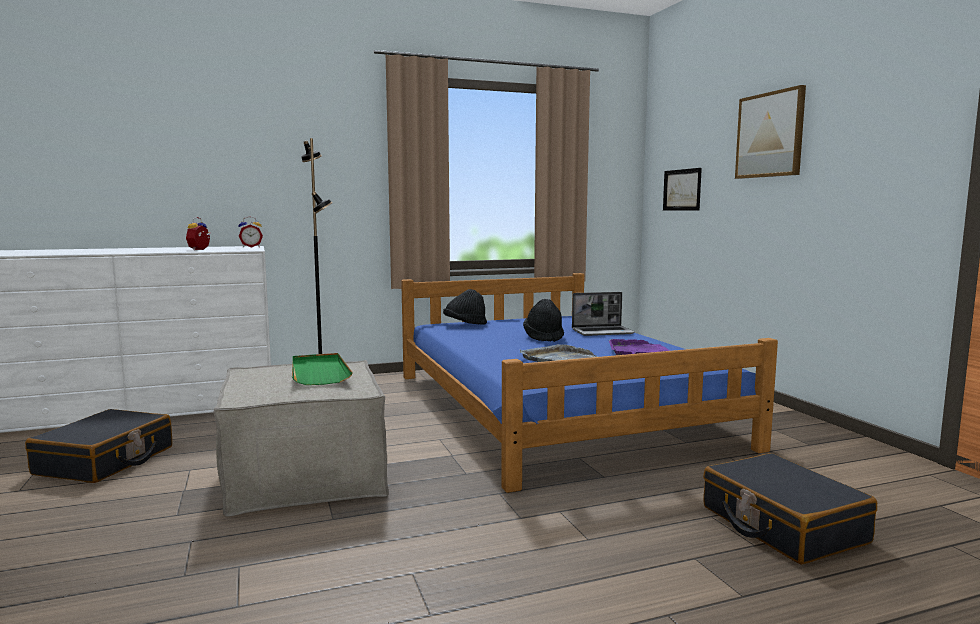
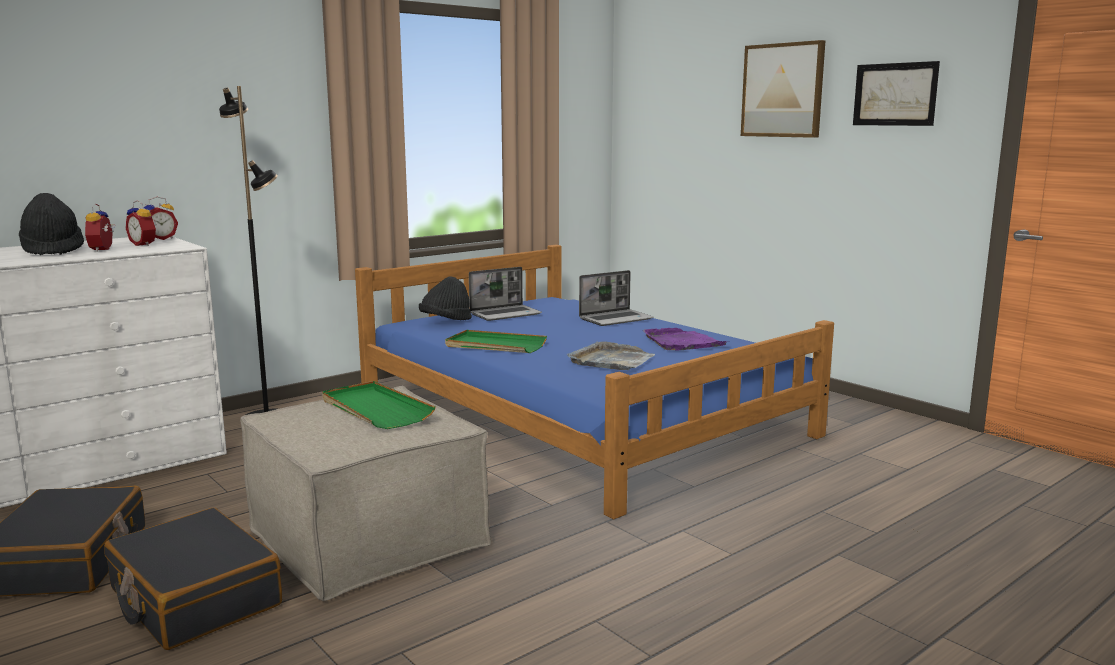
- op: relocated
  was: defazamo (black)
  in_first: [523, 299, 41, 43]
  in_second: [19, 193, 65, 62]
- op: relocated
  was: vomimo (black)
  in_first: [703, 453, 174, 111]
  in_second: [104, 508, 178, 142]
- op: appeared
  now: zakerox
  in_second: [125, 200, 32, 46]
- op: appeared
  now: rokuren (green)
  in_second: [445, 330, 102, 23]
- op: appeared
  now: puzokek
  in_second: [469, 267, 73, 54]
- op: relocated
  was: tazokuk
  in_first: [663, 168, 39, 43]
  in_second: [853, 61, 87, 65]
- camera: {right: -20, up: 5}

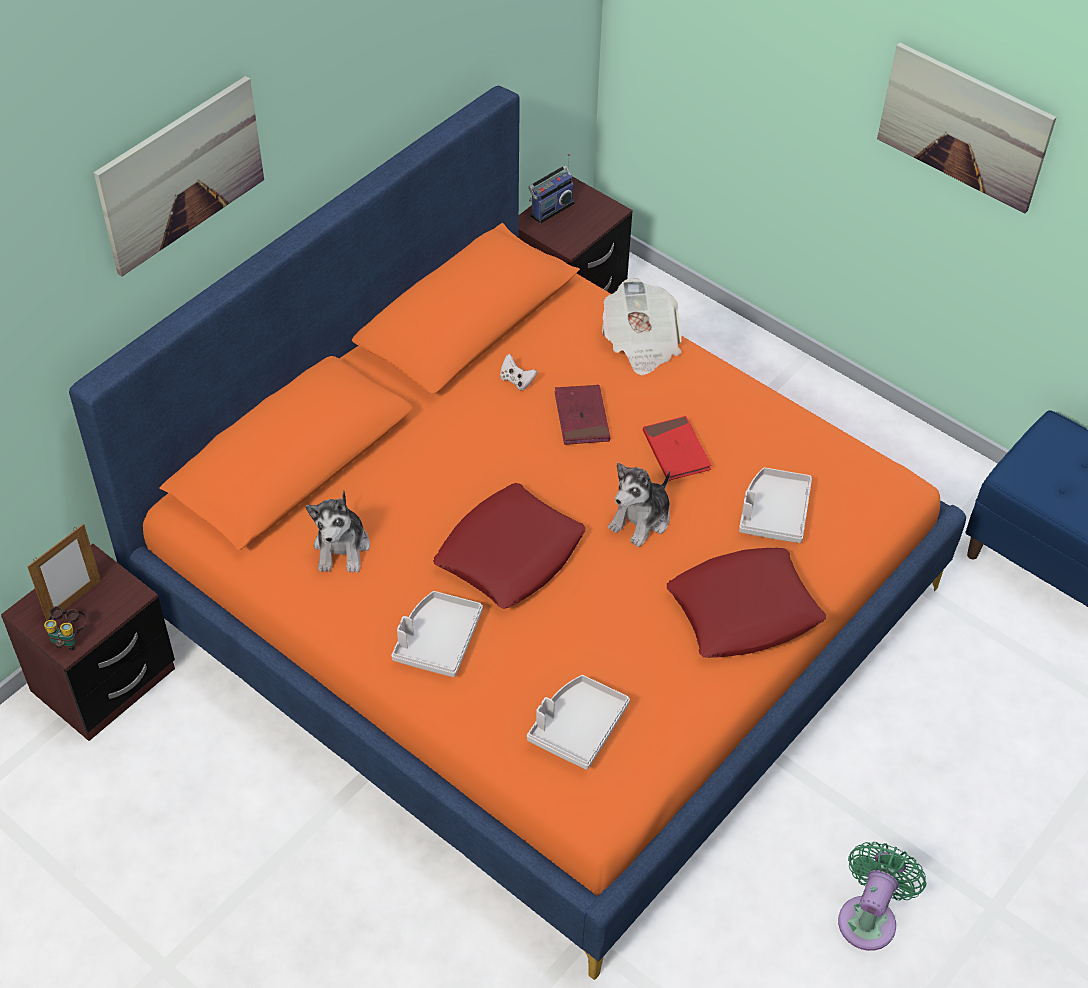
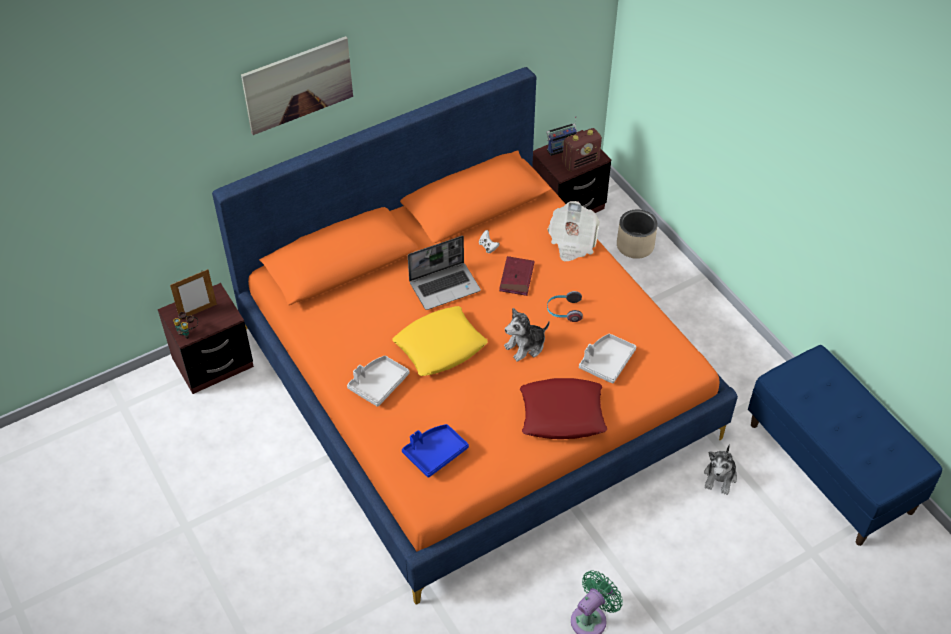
- op: colour
  was: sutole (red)
  now: sutole (yellow)
  in_first: [433, 483, 153, 126]
  in_second: [392, 306, 96, 70]
- op: colour
  was: rokuren (grey)
  now: rokuren (blue)
  in_first: [527, 675, 103, 95]
  in_second: [402, 424, 67, 54]
- op: appeared
  now: puzokek
  in_second: [408, 236, 73, 74]
- op: exchanged
  was: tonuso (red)
  now: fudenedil
  in_first: [643, 416, 68, 65]
  in_second: [547, 291, 36, 31]
- op: appeared
  now: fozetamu
  in_second: [562, 128, 40, 43]
- op: appeared
  now: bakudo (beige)
  in_second: [617, 209, 41, 50]
- op: relocated
  was: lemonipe
  in_first: [306, 490, 64, 83]
  in_second: [704, 444, 33, 51]
- op: missing
  was: tazokuk
  in_first: [877, 43, 180, 171]
- camera: {right: 20, up: 0}

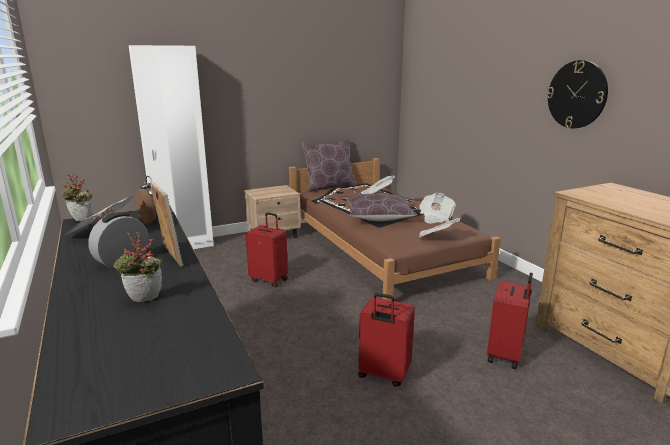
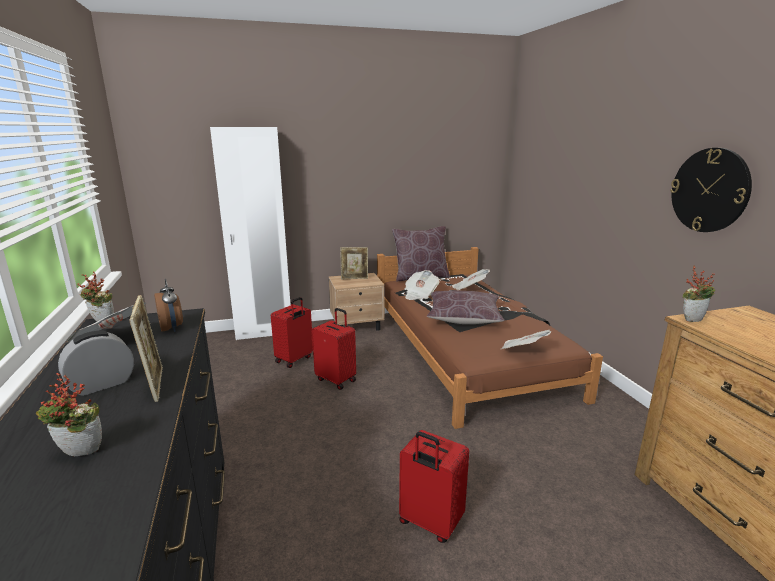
- op: relocated
  was: vomimo (red)
  in_first: [487, 273, 46, 96]
  in_second: [271, 297, 42, 71]
- op: appeared
  now: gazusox
  in_second: [340, 247, 28, 32]
- op: relocated
  was: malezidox
  in_first: [419, 193, 37, 30]
  in_second: [404, 270, 36, 30]
- op: appeared
  now: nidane
  in_second: [683, 266, 32, 56]
- camera: {right: 10, up: 0}

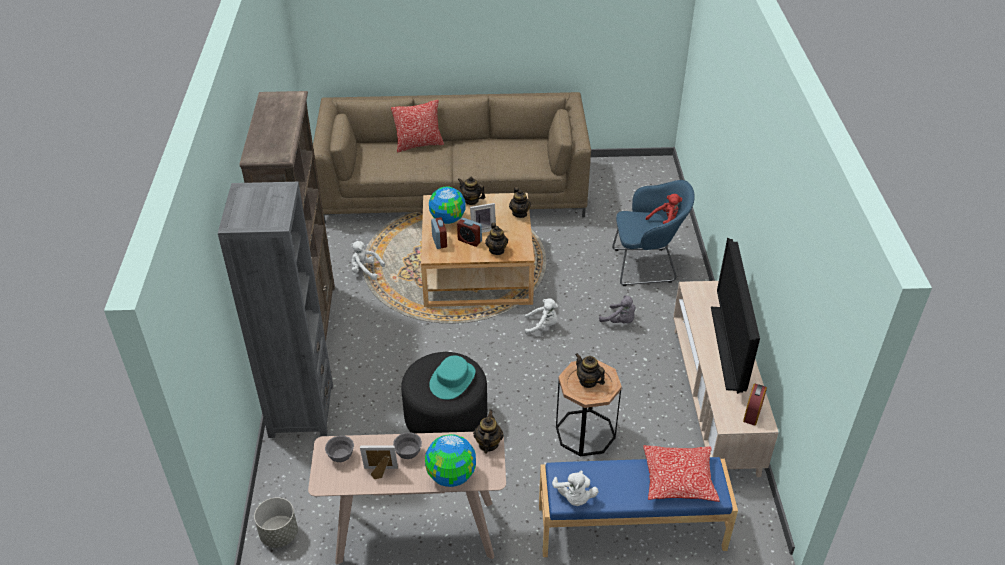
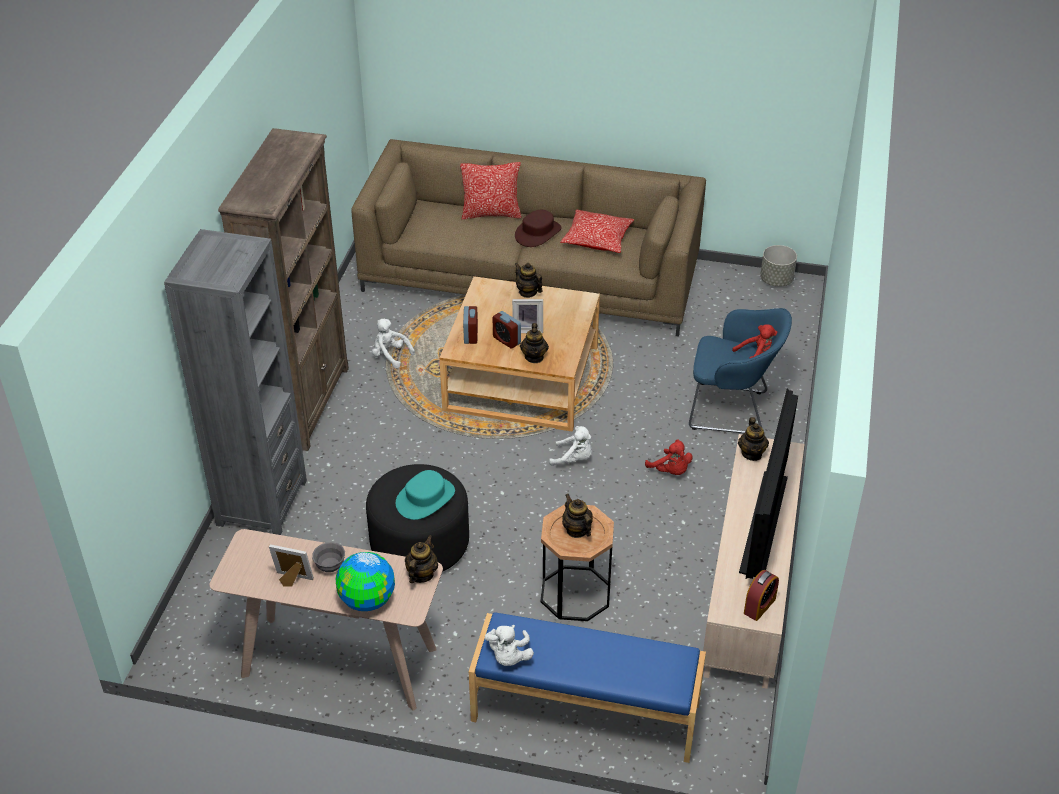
- op: appeared
  now: defazamo (brown)
  in_second: [515, 210, 47, 37]
- op: relocated
  was: sutole
  in_first: [643, 445, 77, 57]
  in_second: [560, 209, 74, 44]
- op: colour
  was: lemonipe (grey)
  now: lemonipe (red)
  in_first: [599, 295, 37, 28]
  in_second: [645, 439, 48, 36]
- op: relocated
  was: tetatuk
  in_first: [509, 187, 22, 31]
  in_second: [738, 417, 31, 44]
- op: relocated
  was: bakudo (grey)
  in_first: [254, 497, 44, 51]
  in_second: [760, 245, 37, 42]
- op: missing
  was: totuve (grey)
  in_first: [325, 436, 29, 26]
- op: missing
  was: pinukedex
  in_first: [429, 187, 37, 37]
- camera: {right: 15, up: 0}

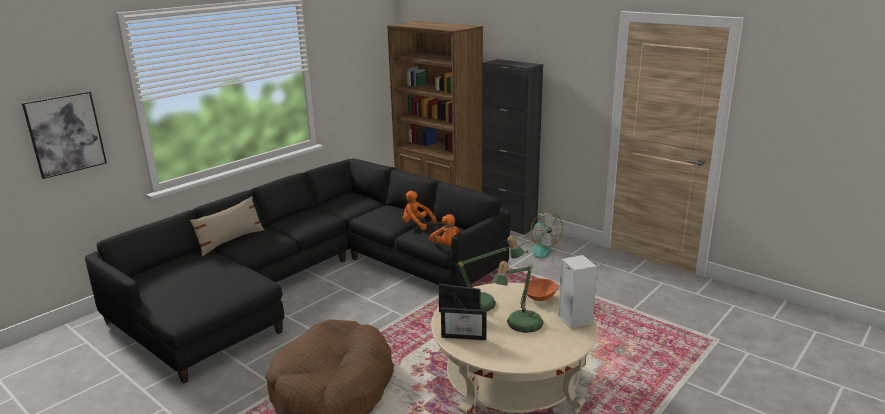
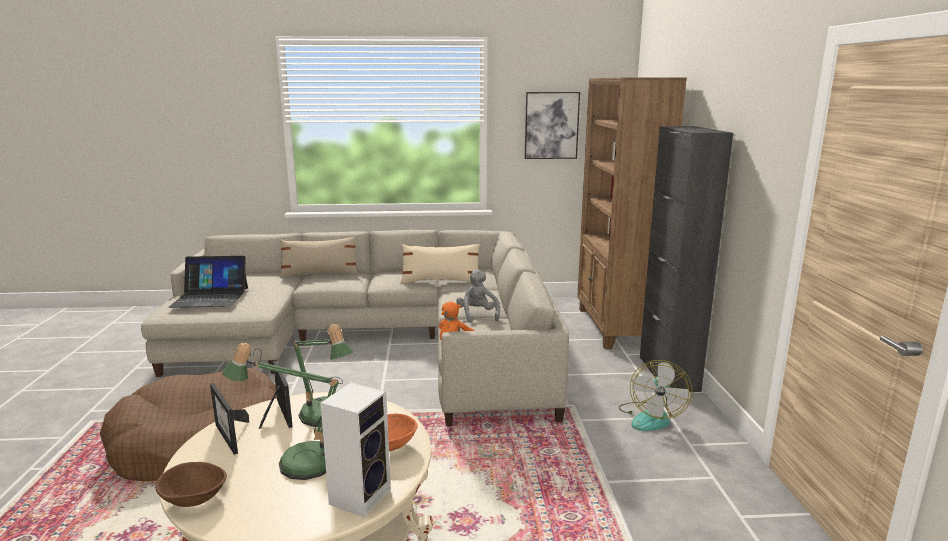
- op: colour
  was: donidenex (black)
  now: donidenex (beige)
  in_first: [85, 158, 426, 226]
  in_second: [141, 230, 428, 196]
- op: appeared
  now: totuve (brown)
  in_second: [155, 462, 72, 45]
- op: appeared
  now: puzokek
  in_second: [168, 256, 80, 52]
- op: appeared
  now: sutole (beige)
  in_second: [401, 244, 79, 40]
- op: colour
  was: lemonipe (orange)
  now: lemonipe (grey)
  in_first: [402, 191, 35, 39]
  in_second: [456, 269, 44, 54]
- op: relocated
  was: tazokuk
  in_first: [22, 91, 85, 88]
  in_second: [525, 92, 55, 67]
- camera: {right: 45, up: -5}

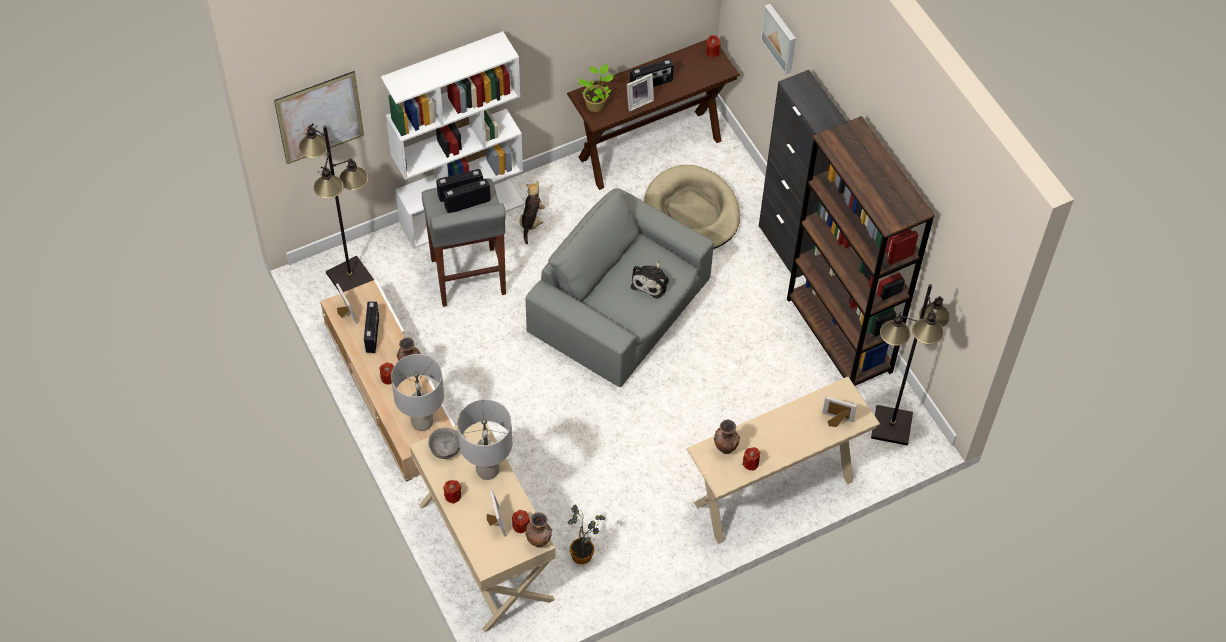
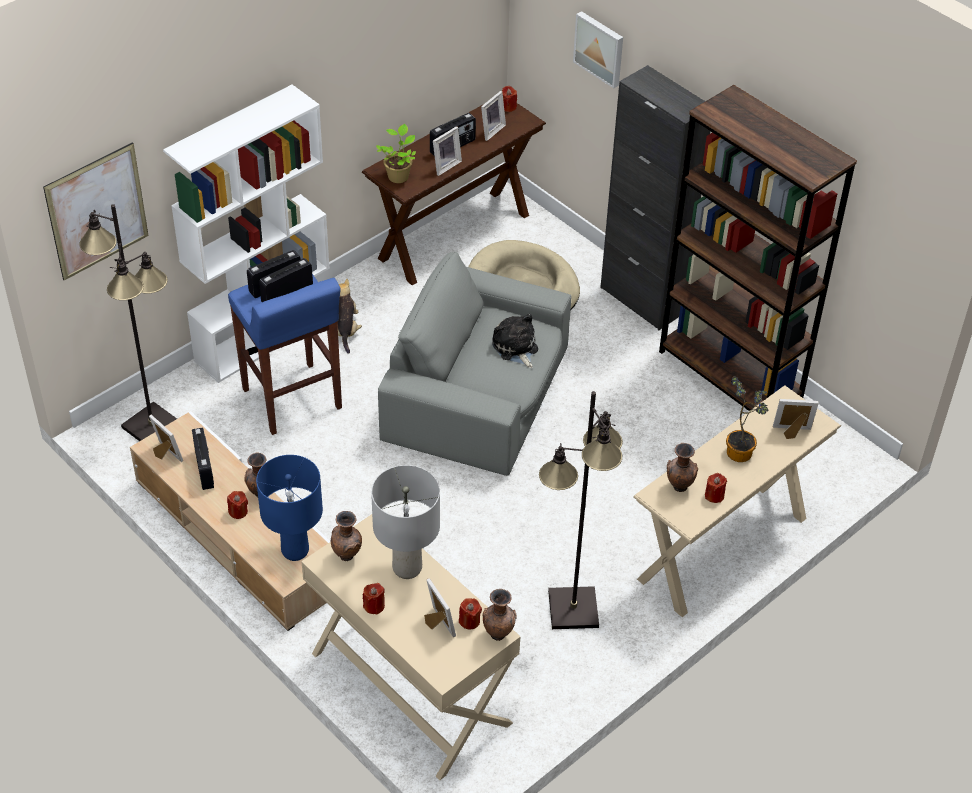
- op: colour
  was: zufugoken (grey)
  now: zufugoken (blue)
  in_first: [422, 179, 84, 128]
  in_second: [228, 274, 114, 161]
- op: colour
  was: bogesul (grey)
  now: bogesul (blue)
  in_first: [391, 354, 53, 77]
  in_second: [256, 455, 67, 106]
- op: exchanged
  was: totuve (grey)
  now: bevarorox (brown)
  in_first: [428, 428, 32, 31]
  in_second: [331, 511, 31, 50]
- op: appeared
  now: gazusox
  in_second: [481, 91, 25, 50]
- op: spun
  was: lemonipe
  in_first: [631, 261, 38, 37]
  in_second: [492, 314, 46, 54]
  clockwise: 150
- op: relocated
  was: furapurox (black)
  in_first: [871, 284, 79, 162]
  in_second: [539, 391, 84, 238]
- op: relocated
  was: nidane
  in_first: [568, 505, 38, 59]
  in_second: [726, 376, 42, 86]
- camera: {right: -15, up: -10}

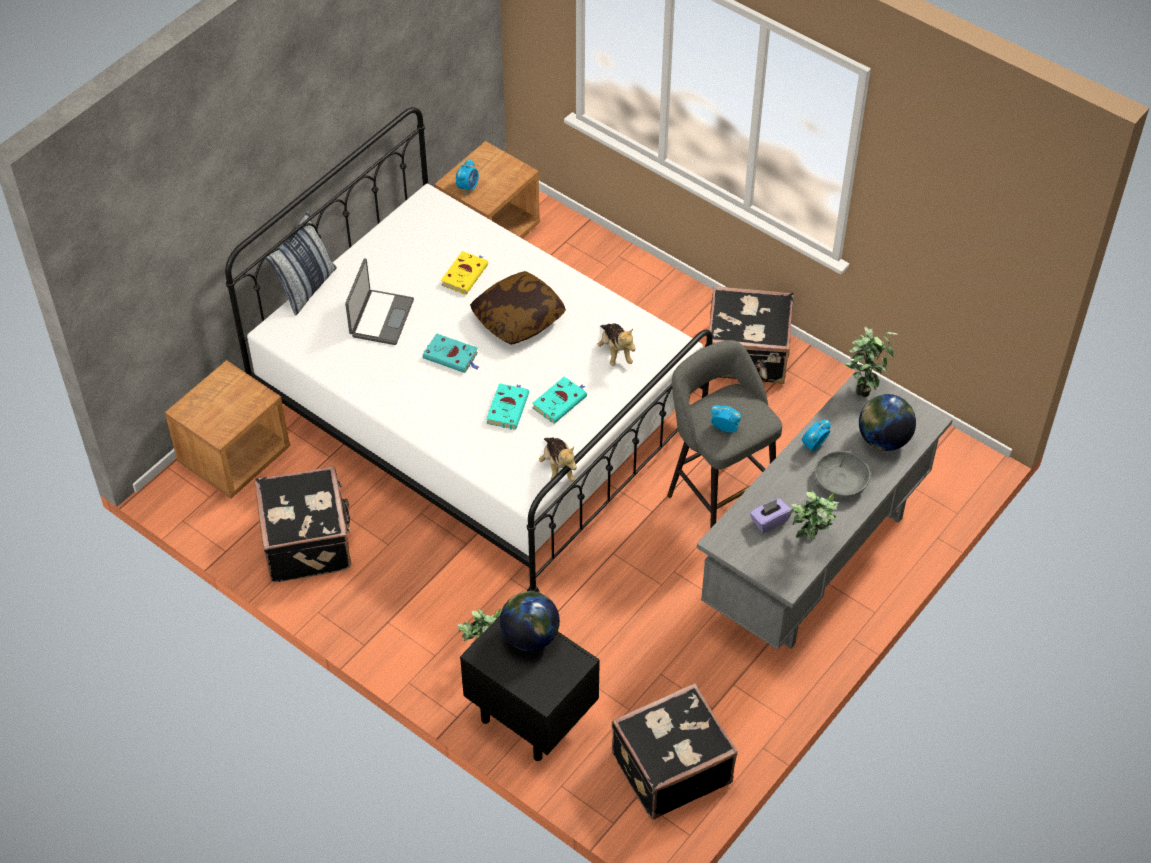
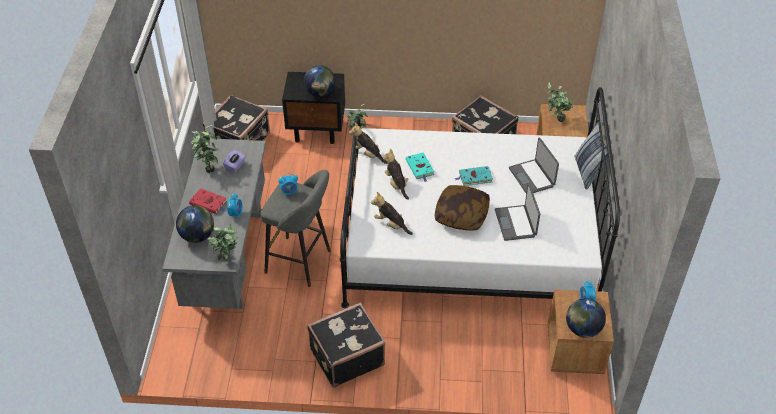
- op: exchanged
  was: totuve (grey)
  now: tonuso (red)
  in_first: [815, 449, 56, 49]
  in_second: [189, 188, 38, 26]
- op: exchanged
  was: tonuso (turquoise)
  now: lemonipe
  in_first: [532, 377, 55, 47]
  in_second: [383, 149, 26, 51]
- op: exchanged
  was: tonuso (yellow)
  now: puzokek
  in_first: [441, 251, 47, 44]
  in_second: [495, 183, 45, 58]
- op: appeared
  now: nidane
  in_second: [548, 83, 26, 39]
- op: appeared
  now: pinukedex
  in_second: [566, 298, 40, 40]
- camera: {right: 145, up: -5}

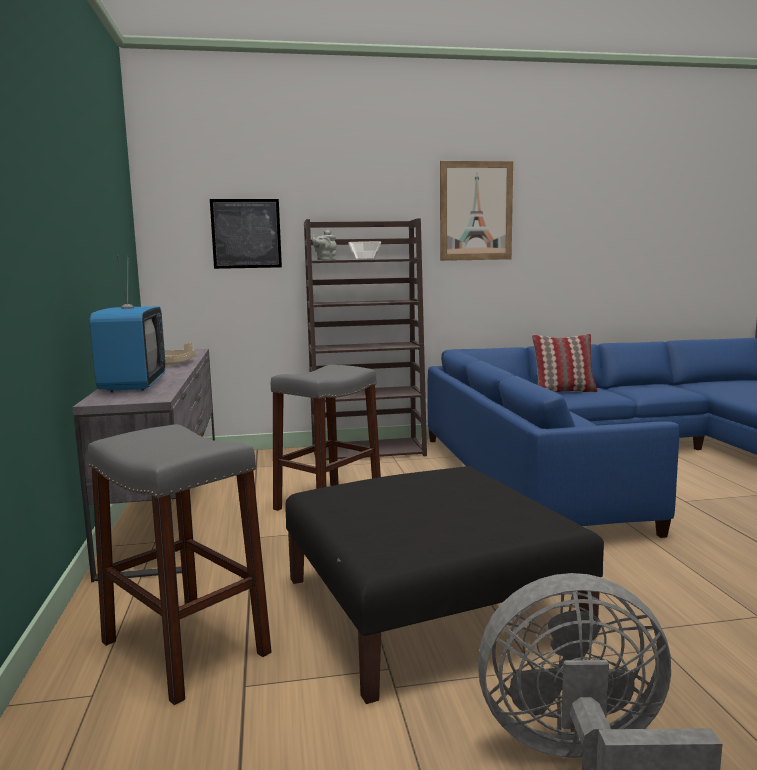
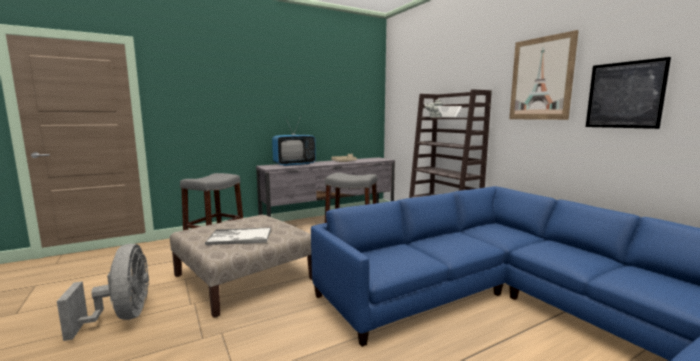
- op: colour
  was: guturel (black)
  now: guturel (beige)
  in_first: [285, 466, 319, 238]
  in_second: [170, 215, 142, 103]
- op: appeared
  now: rokuren
  in_second: [205, 227, 66, 18]
- op: relocated
  was: tazokuk
  in_first: [210, 199, 72, 70]
  in_second: [586, 57, 85, 72]
- op: missing
  was: sutole
  in_first: [532, 334, 65, 58]
- camera: {right: 70, up: 0}

